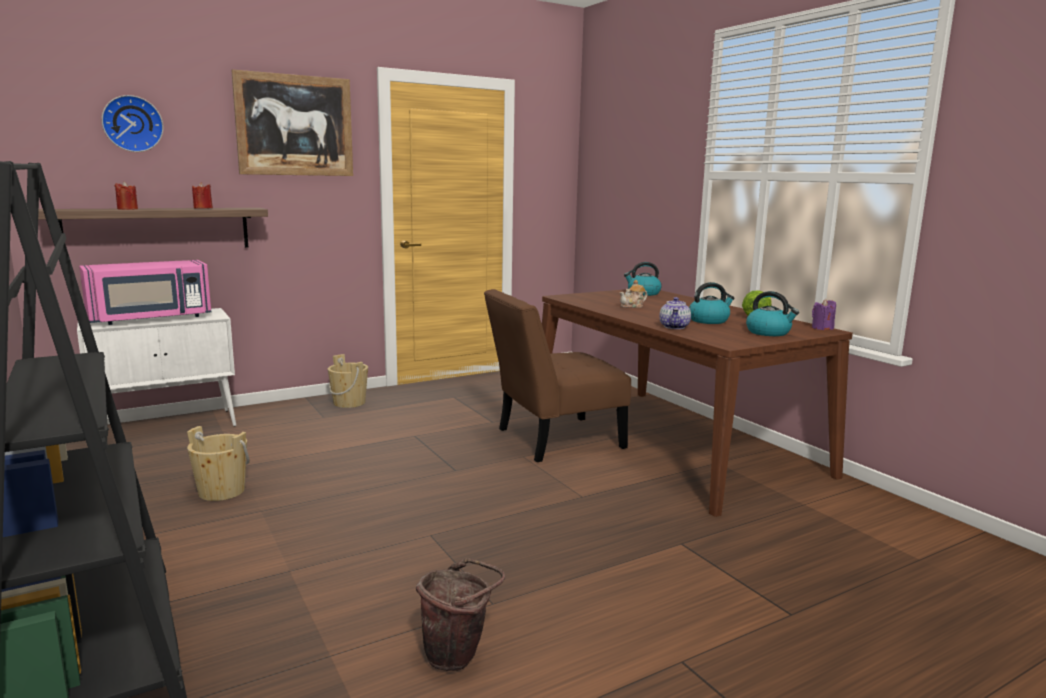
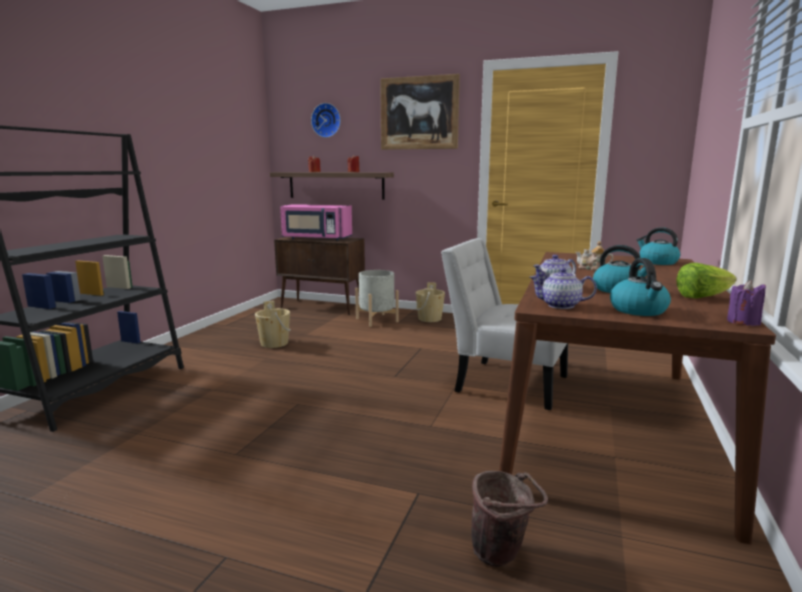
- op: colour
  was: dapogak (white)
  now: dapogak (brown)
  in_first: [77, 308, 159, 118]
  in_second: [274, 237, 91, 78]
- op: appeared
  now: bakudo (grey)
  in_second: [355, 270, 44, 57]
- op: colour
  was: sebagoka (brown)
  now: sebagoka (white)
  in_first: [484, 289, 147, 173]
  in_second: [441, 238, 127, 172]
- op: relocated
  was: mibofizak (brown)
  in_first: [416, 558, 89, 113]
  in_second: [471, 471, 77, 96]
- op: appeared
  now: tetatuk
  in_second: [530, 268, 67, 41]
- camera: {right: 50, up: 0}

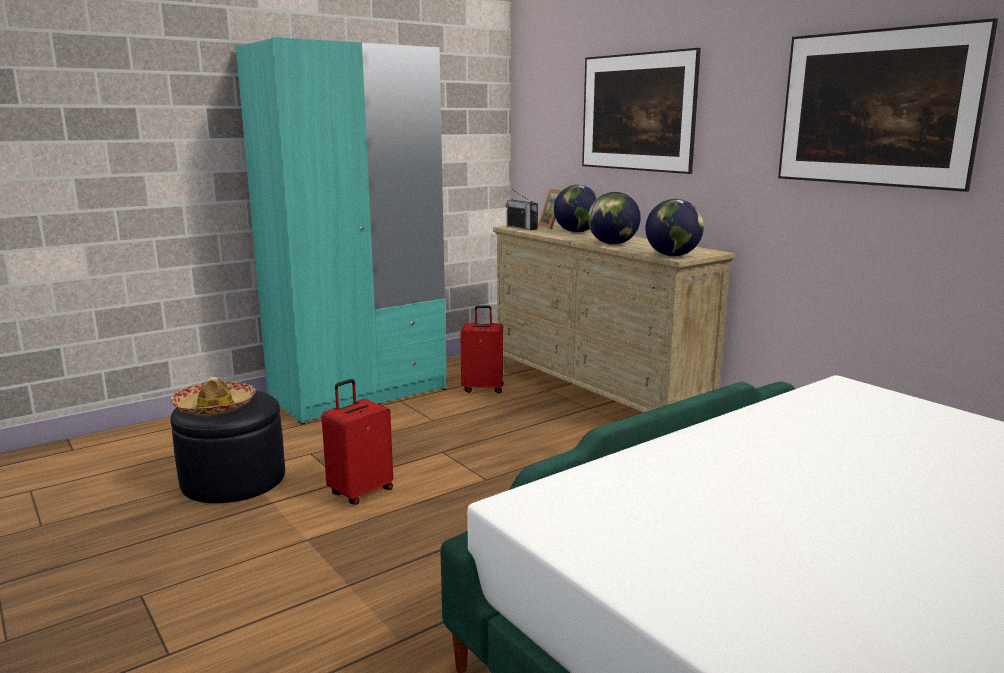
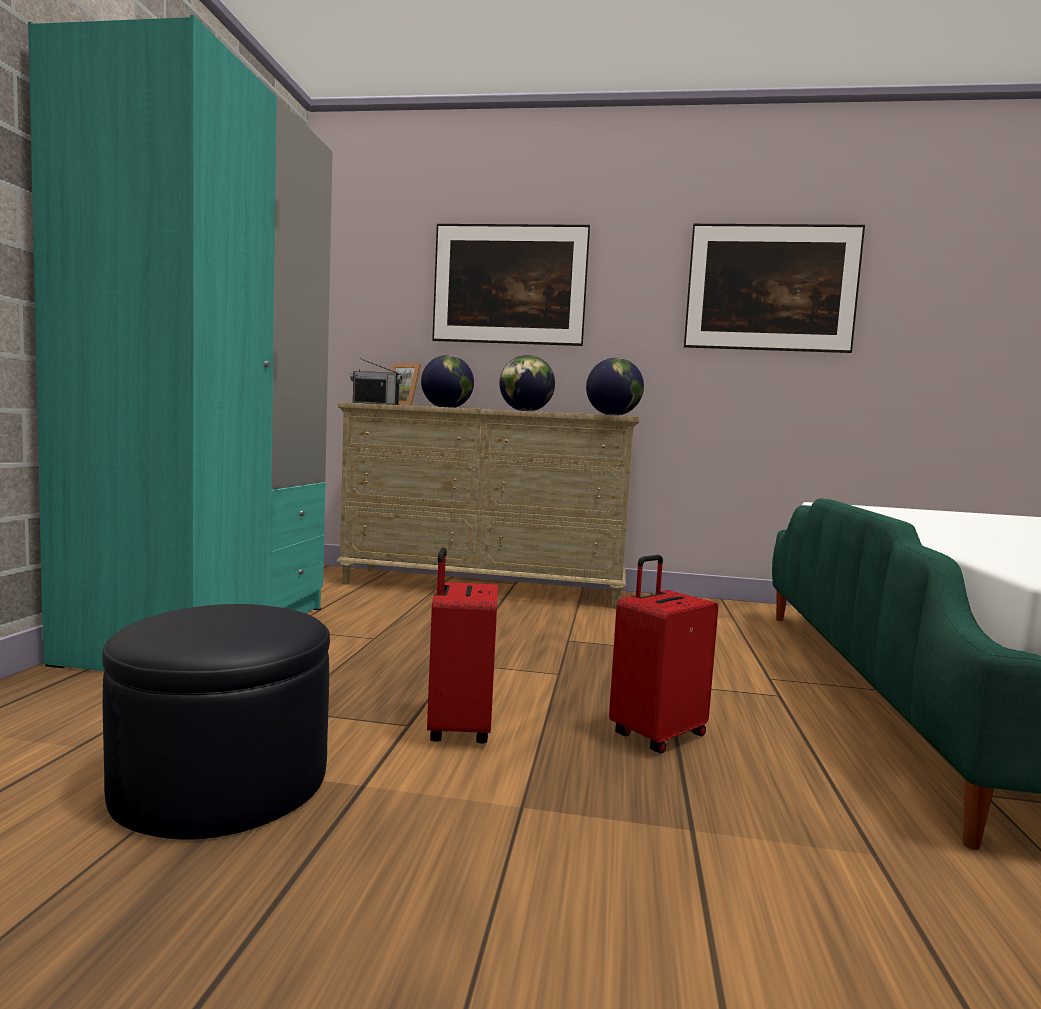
- op: relocated
  was: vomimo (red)
  in_first: [460, 305, 44, 89]
  in_second: [609, 555, 109, 199]
- op: missing
  was: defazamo
  in_first: [170, 377, 86, 39]
- camera: {right: -45, up: -10}

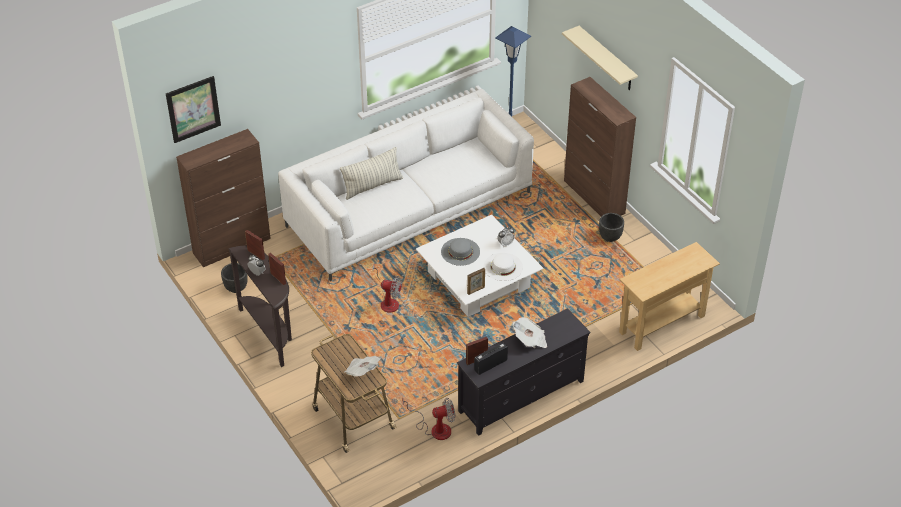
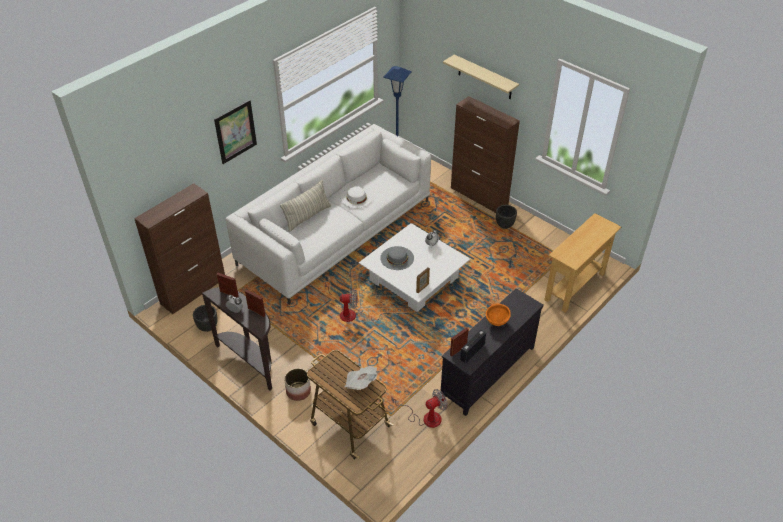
- op: relocated
  was: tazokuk
  in_first: [166, 76, 55, 67]
  in_second: [214, 100, 43, 64]
- op: appeared
  now: bakudo
  in_second: [284, 368, 27, 33]
- op: relocated
  was: defazamo (white)
  in_first: [483, 253, 40, 28]
  in_second: [341, 187, 32, 21]
- op: exchanged
  was: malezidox
  now: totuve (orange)
  in_first: [513, 317, 34, 31]
  in_second: [486, 304, 25, 22]
- camera: {right: -15, up: 0}

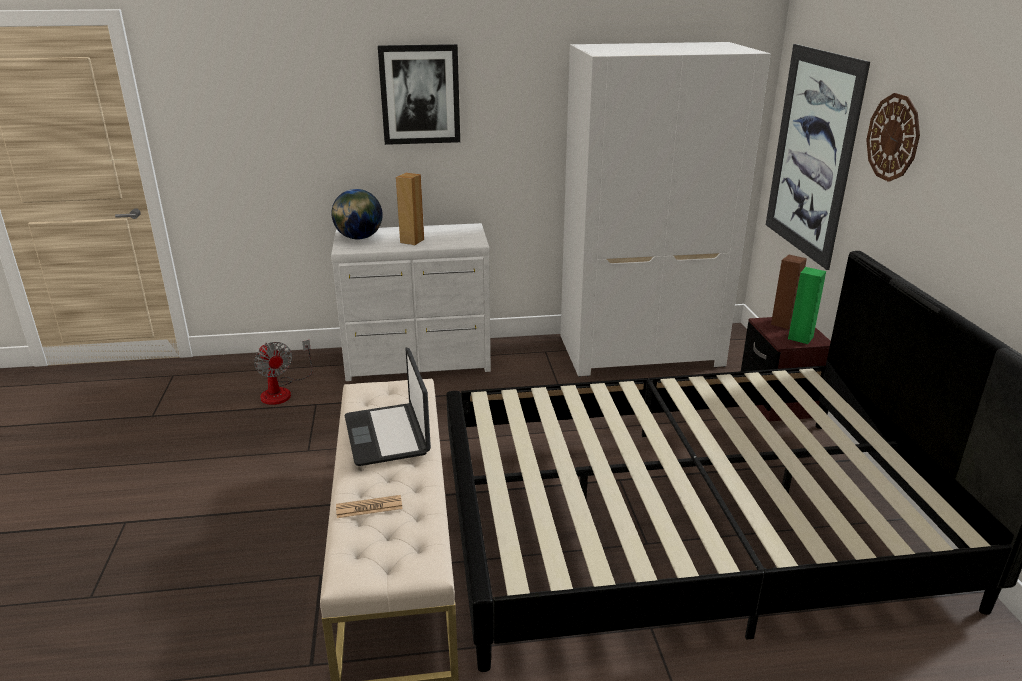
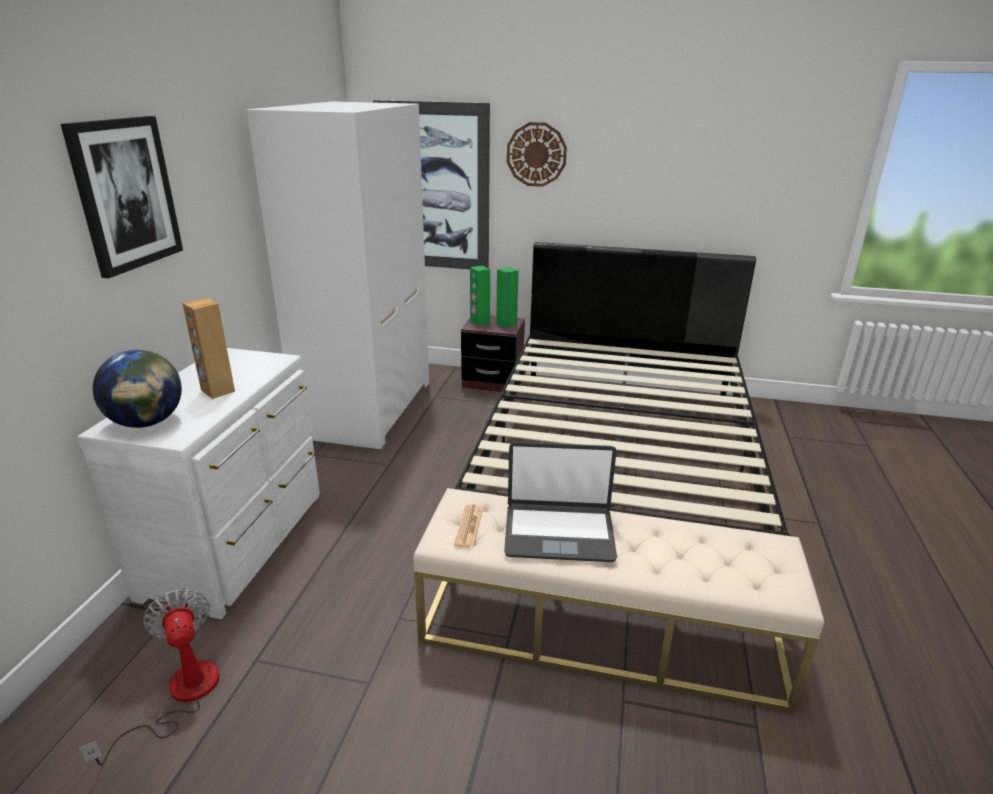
- op: spun
  was: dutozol
  in_first: [254, 340, 58, 65]
  in_second: [79, 588, 141, 178]
  clockwise: -105
- op: relocated
  was: malezidox
  in_first: [336, 495, 67, 23]
  in_second: [454, 504, 29, 44]
- op: colour
  was: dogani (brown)
  now: dogani (green)
  in_first: [771, 255, 36, 74]
  in_second: [470, 265, 20, 61]
- camera: {right: -70, up: 0}

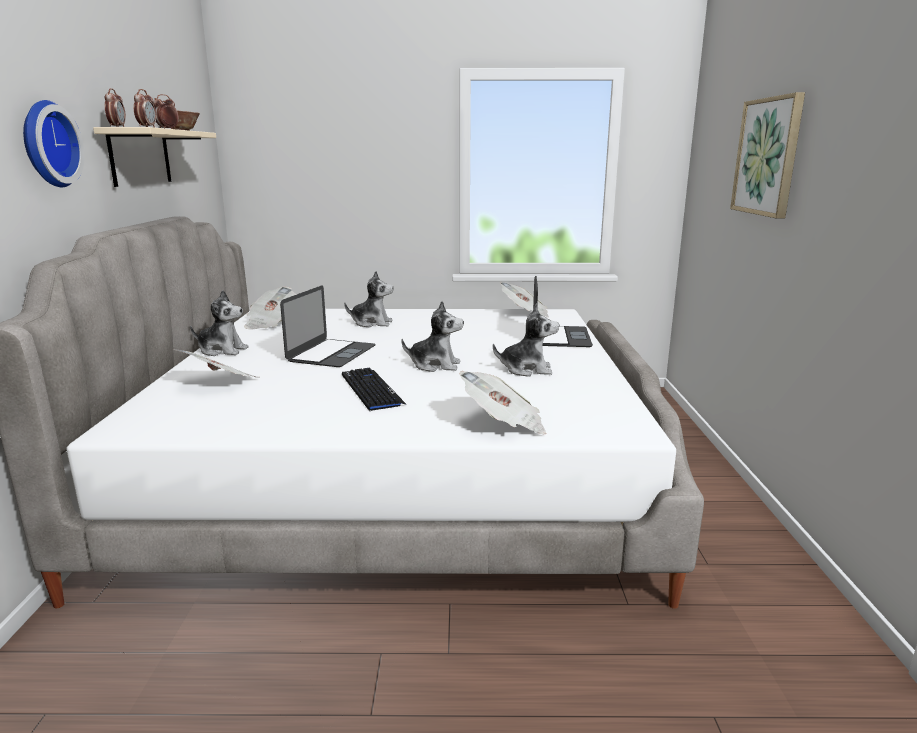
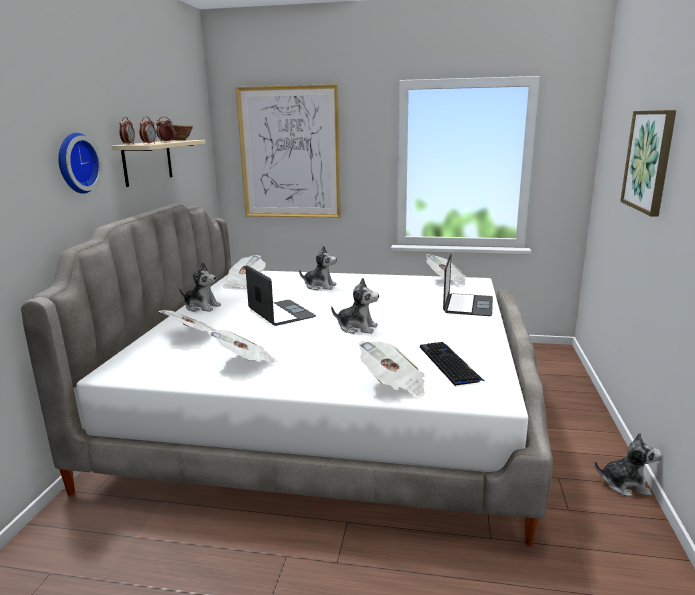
- op: appeared
  now: malezidox
  in_second: [208, 330, 71, 32]
- op: appeared
  now: tazokuk
  in_second: [236, 84, 105, 134]
- op: spun
  was: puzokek
  in_first: [280, 285, 96, 82]
  in_second: [245, 265, 71, 61]
  clockwise: -60
- op: relocated
  was: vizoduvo
  in_first: [342, 368, 65, 43]
  in_second: [420, 342, 64, 44]
- op: relocated
  was: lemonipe
  in_first: [493, 304, 66, 73]
  in_second: [595, 432, 67, 65]
- camera: {right: 10, up: 0}

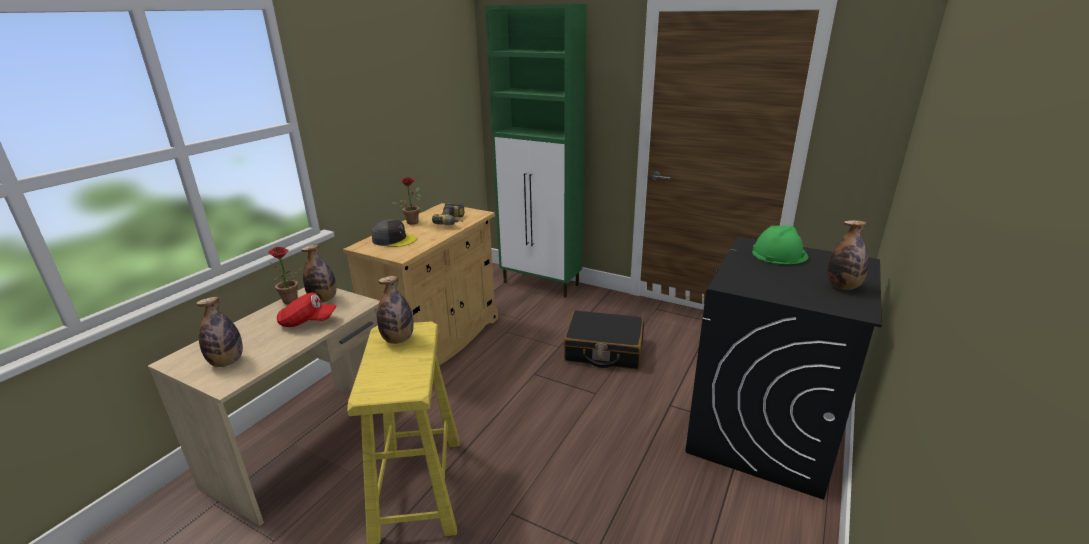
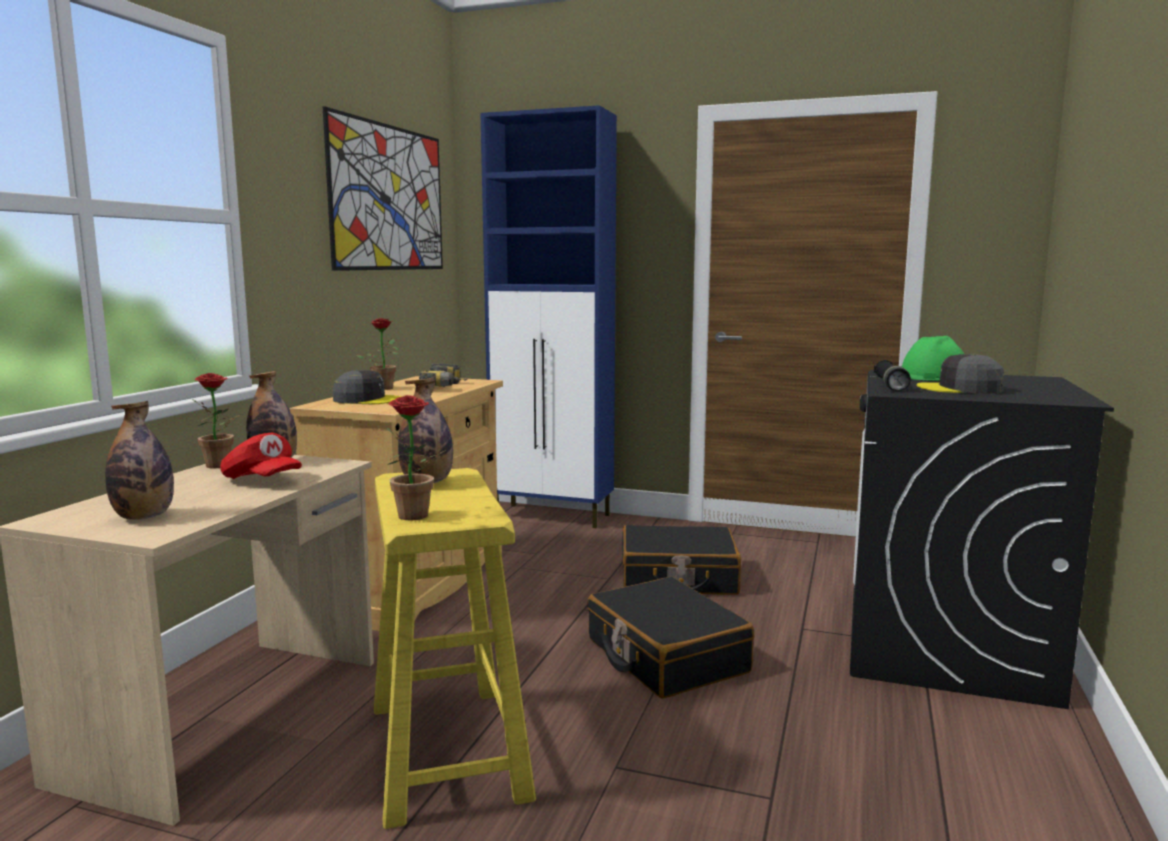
- op: spun
  was: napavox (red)
  in_first: [277, 293, 60, 34]
  in_second: [220, 432, 82, 47]
  clockwise: 45
- op: appeared
  now: tazokuk
  in_second: [323, 106, 120, 165]
- op: appeared
  now: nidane
  in_second: [386, 395, 60, 125]
- op: colour
  was: dapogak (green)
  now: dapogak (blue)
  in_first: [485, 4, 102, 294]
  in_second: [480, 105, 137, 423]
- op: appeared
  now: vomimo (black)
  in_second: [587, 577, 167, 122]
- op: appeared
  now: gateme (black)
  in_second: [874, 360, 37, 31]
- op: appeared
  now: napavox (grey)
  in_second: [916, 354, 88, 40]
- op: missing
  was: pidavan
  in_first: [828, 220, 41, 70]
- camera: {right: -10, up: -15}

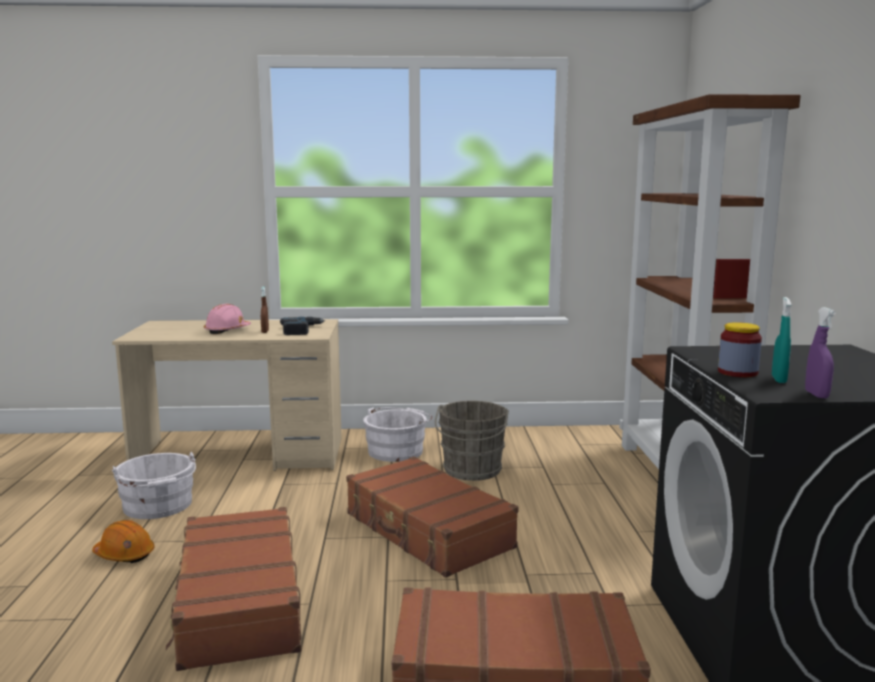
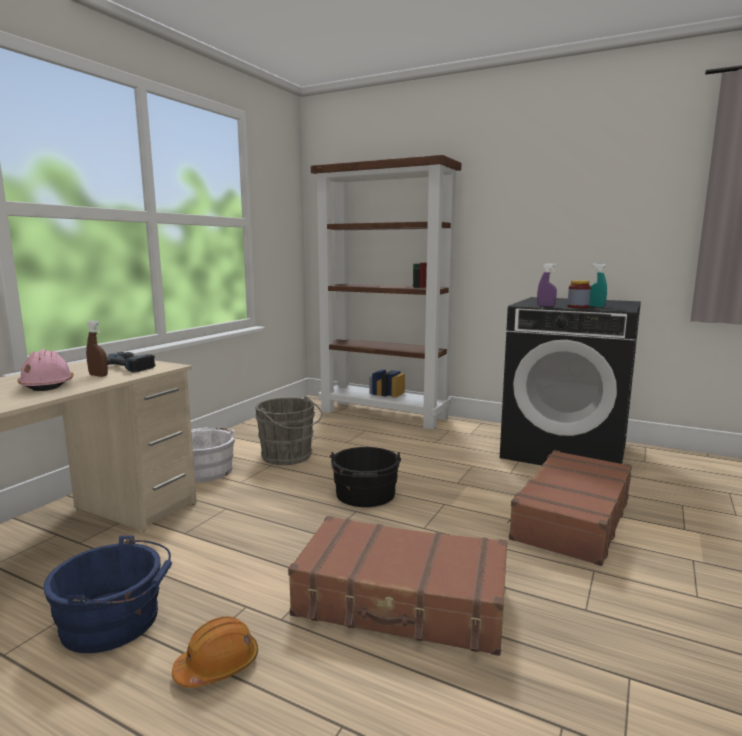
- op: colour
  was: mibofizak (white)
  now: mibofizak (blue)
  in_first: [112, 452, 84, 67]
  in_second: [43, 536, 129, 117]
- op: exchanged
  was: vomimo (brown)
  now: mibofizak (black)
  in_first: [346, 456, 172, 122]
  in_second: [330, 447, 71, 60]
- op: relocated
  was: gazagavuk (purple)
  in_first: [805, 307, 31, 91]
  in_second: [537, 263, 20, 44]
- camera: {right: -60, up: 0}

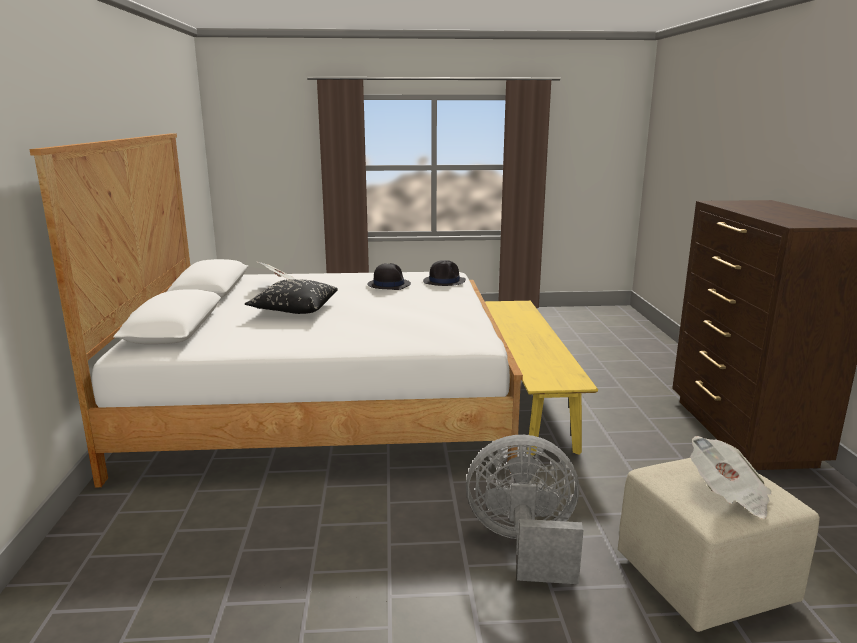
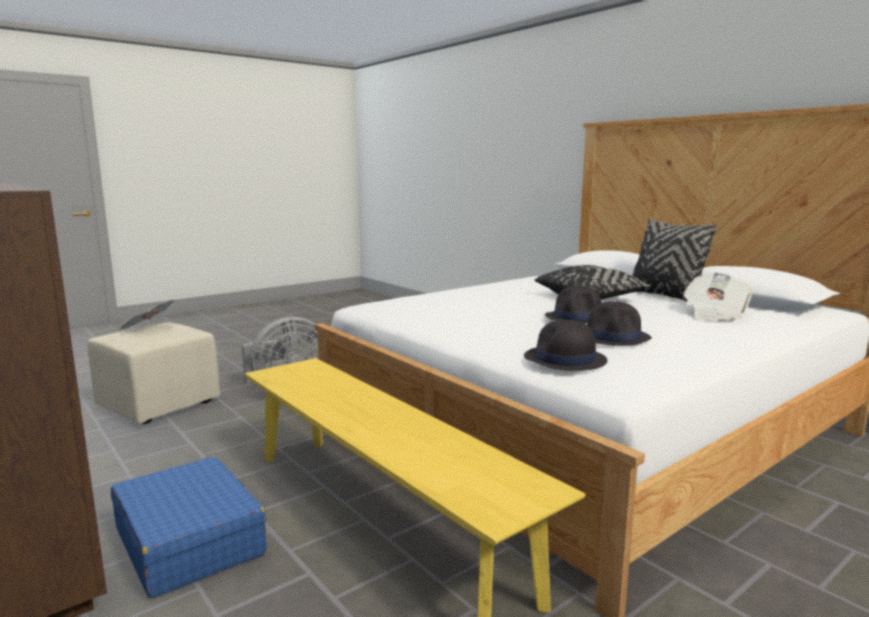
- op: appeared
  now: vomimo (blue)
  in_second: [111, 456, 156, 142]
- op: appeared
  now: defazamo (black)
  in_second: [545, 286, 57, 38]
- op: appeared
  now: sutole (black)
  in_second: [632, 218, 86, 83]
- camera: {right: 145, up: -5}

